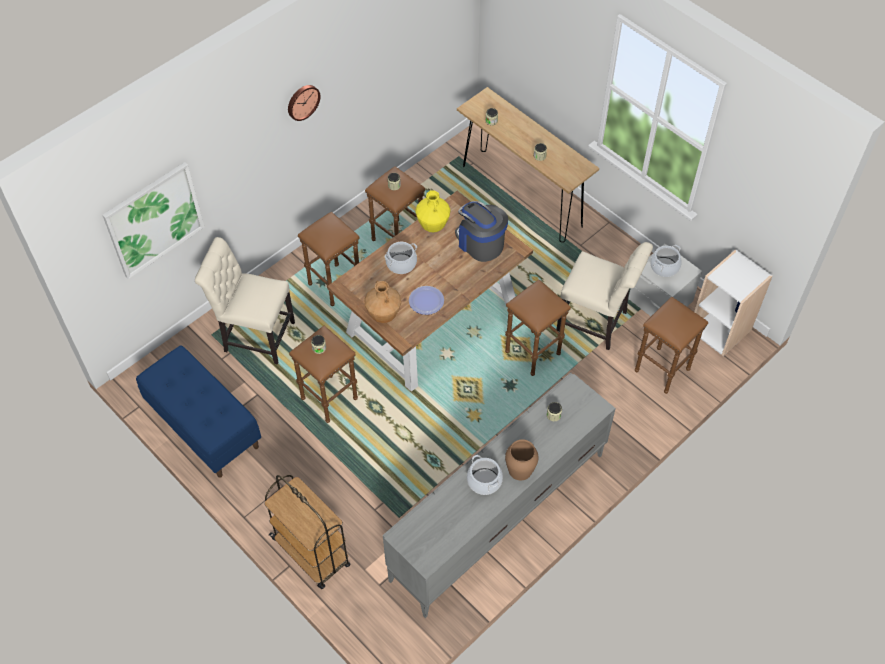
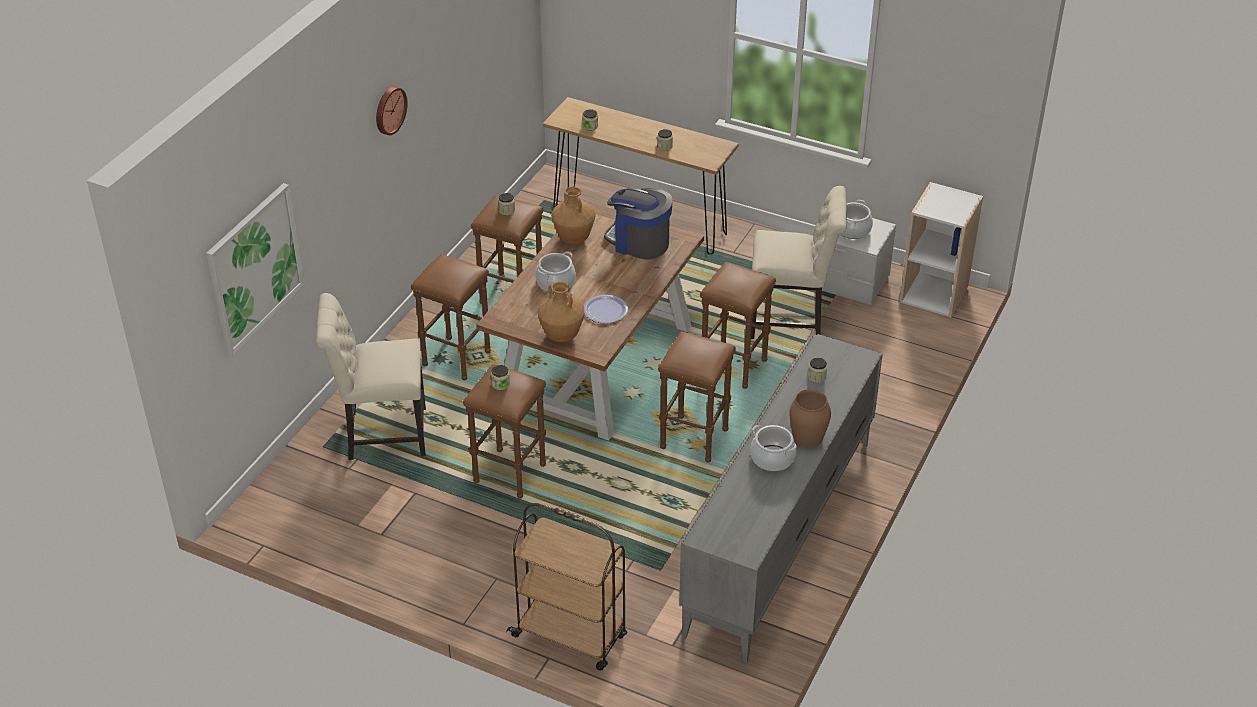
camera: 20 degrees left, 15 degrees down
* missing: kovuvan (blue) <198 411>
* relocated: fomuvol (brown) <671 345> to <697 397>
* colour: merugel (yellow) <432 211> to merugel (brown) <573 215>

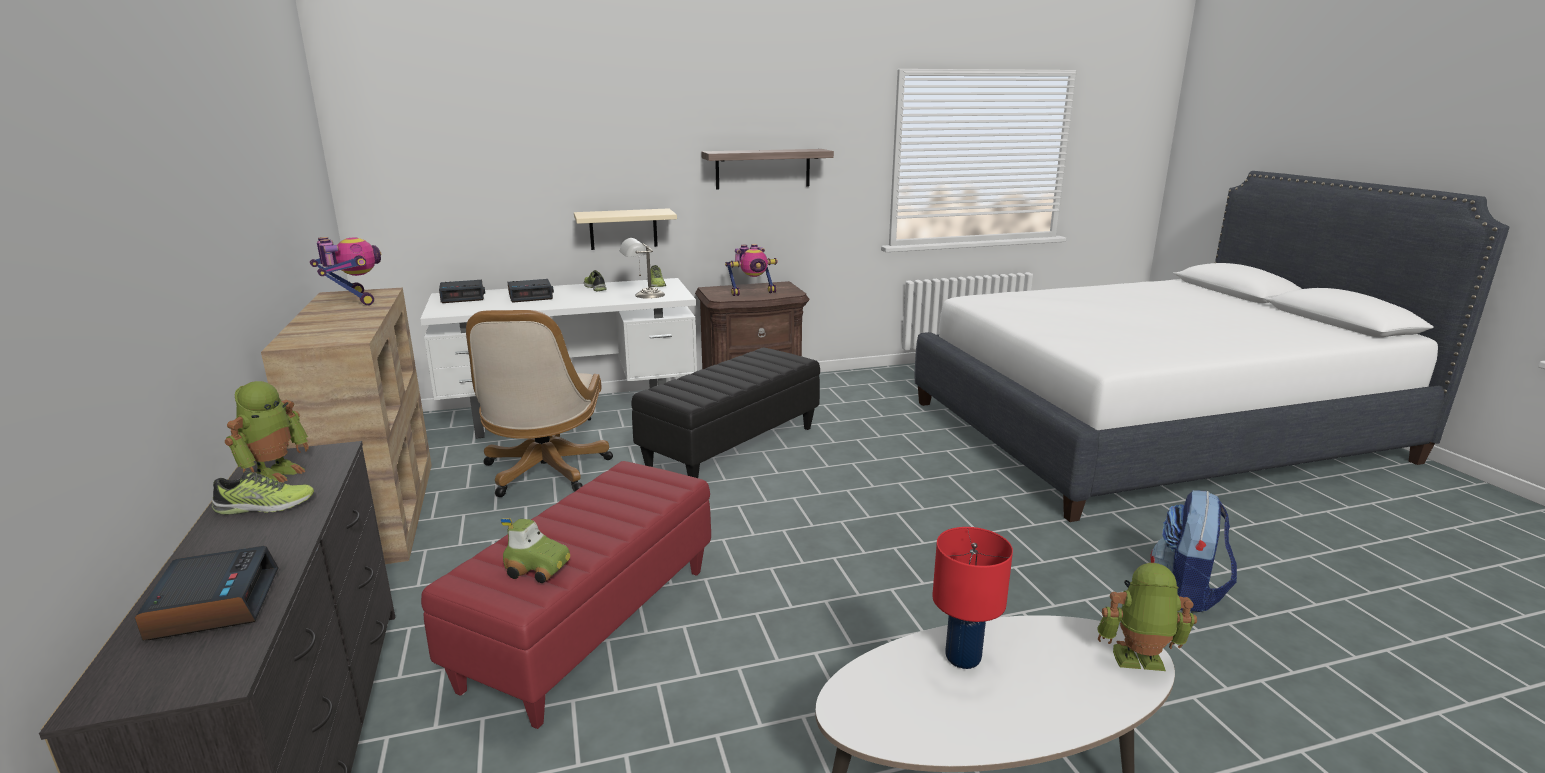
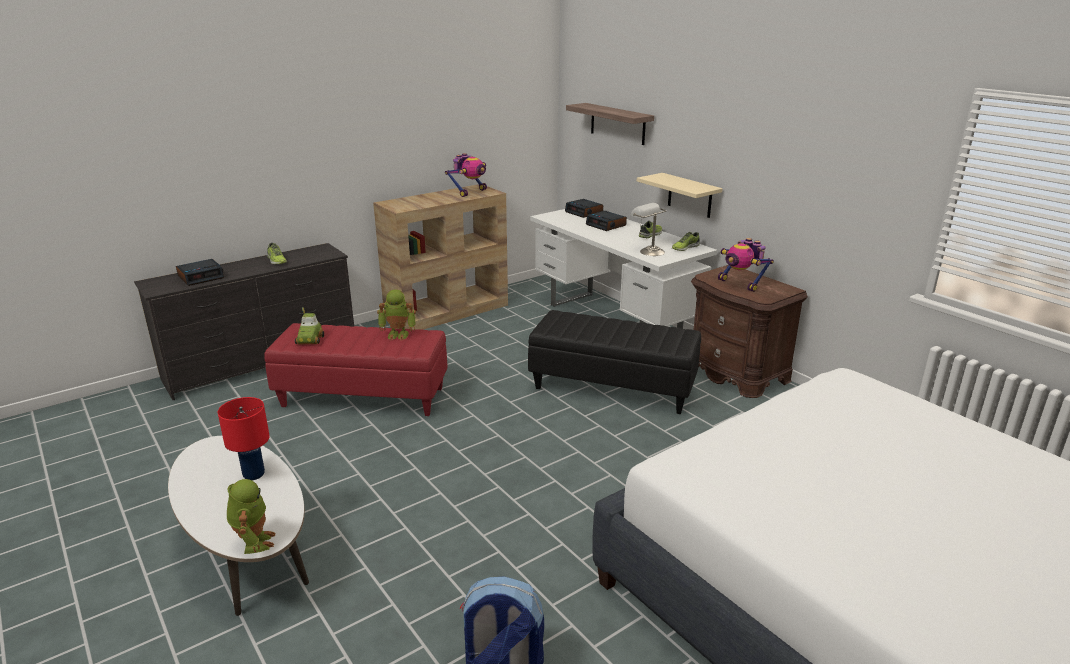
camera: 70 degrees right, 5 degrees up
* missing: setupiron <539 403>
* relocated: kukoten <267 432> to <396 314>
* relocated: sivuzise <767 169> to <610 124>

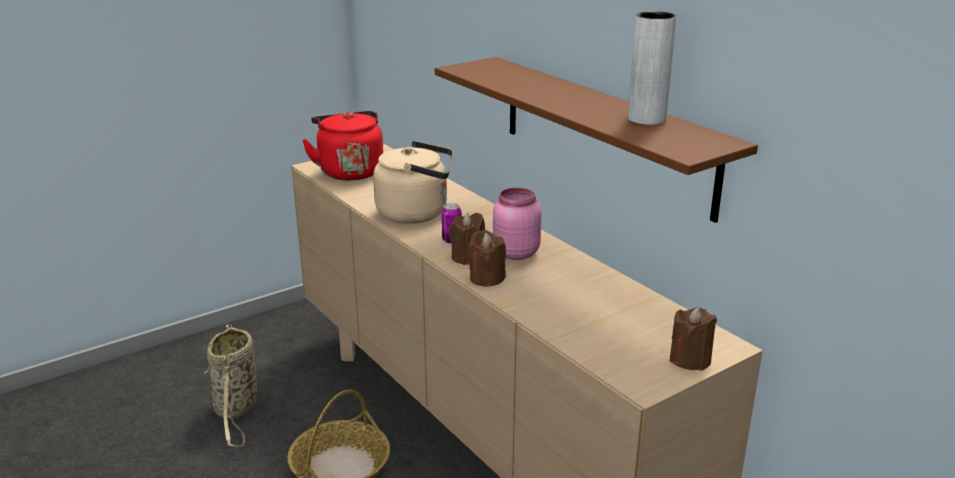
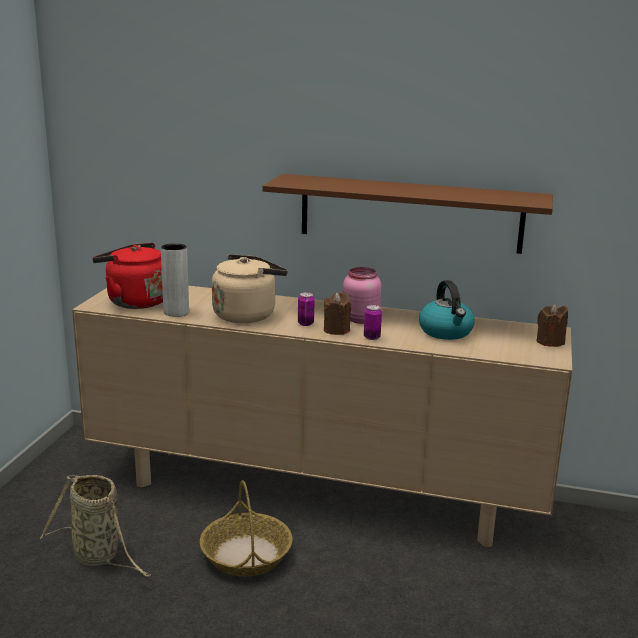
camera: 40 degrees left, 5 degrees down
* appeared: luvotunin <447 310>
* relocated: merugel (grey) <652 68> to <175 280>
* exchanged: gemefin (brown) <487 258> to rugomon <373 322>

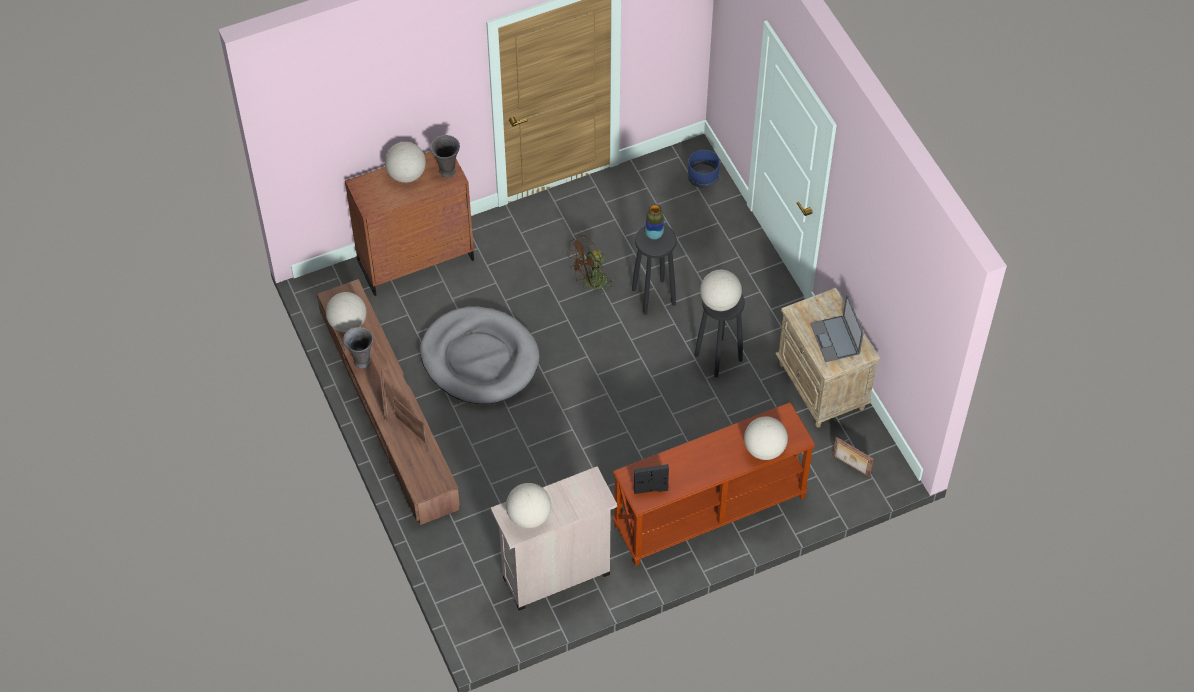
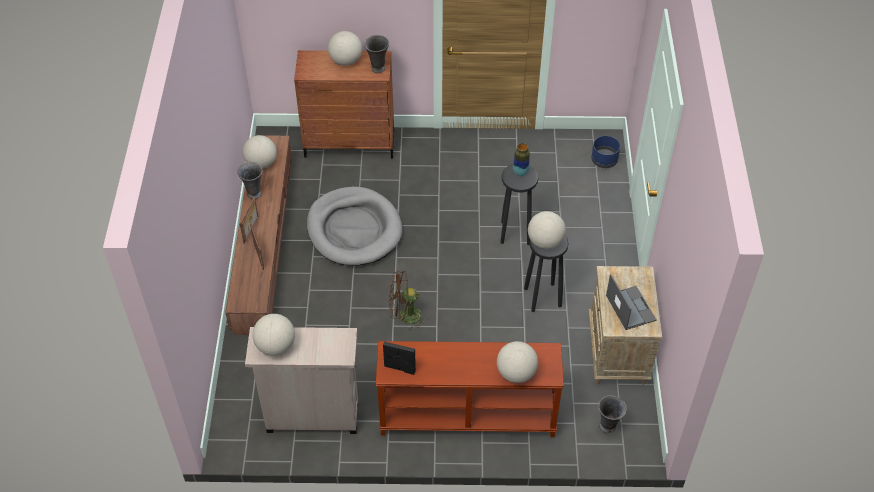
camera: 25 degrees right, 5 degrees down
* relocated: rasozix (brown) <591 265> to <408 300>
* exchanged: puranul <853 457> to merugel (grey) <612 414>
* spun: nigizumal <837 328> = <631 302> 150 degrees clockwise

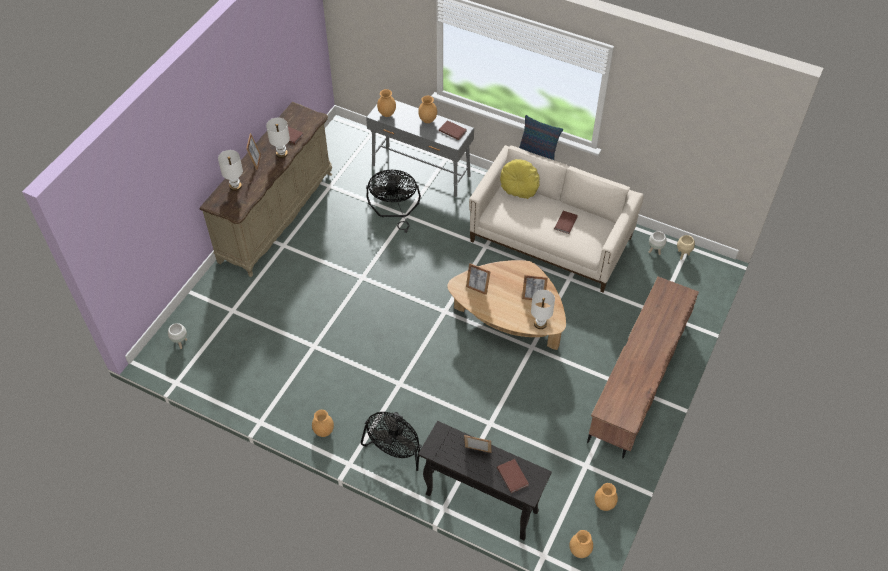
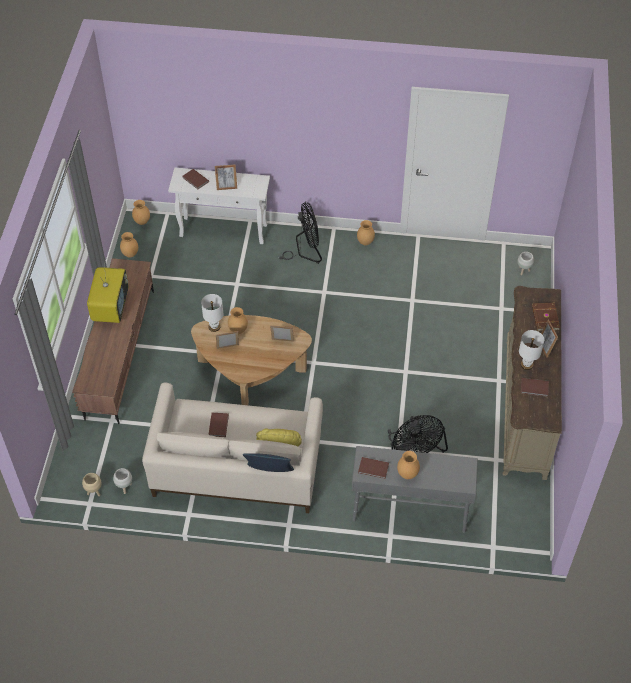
camera: 160 degrees right, 0 degrees up
* appeared: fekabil <107 293>
* relocated: merugel (brown) <386 103> to <238 320>
* exchanged: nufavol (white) <230 170> to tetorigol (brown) <546 317>
* colour: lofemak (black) <485 480> to lofemak (white) <219 206>
* spun: rasozix (black) <391 441> = <300 233> 75 degrees clockwise

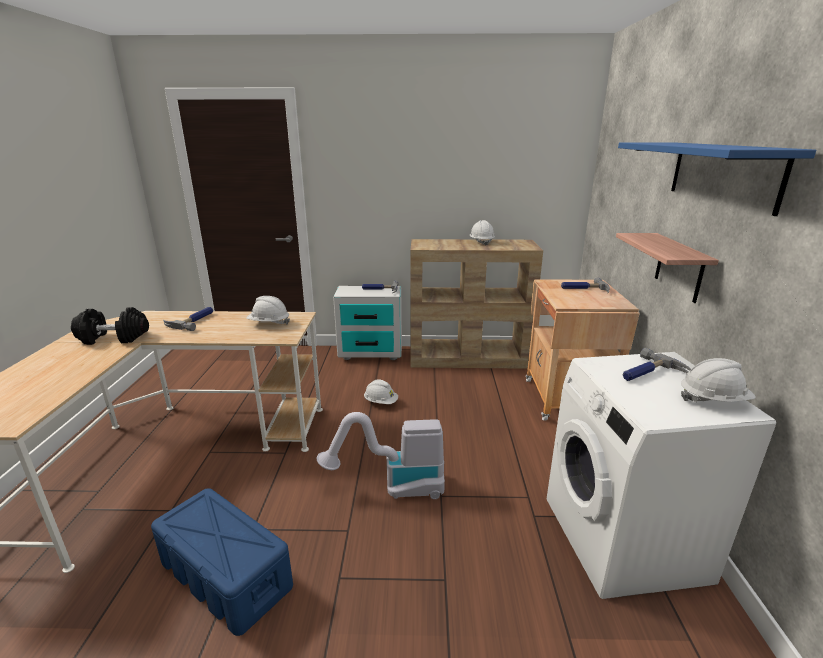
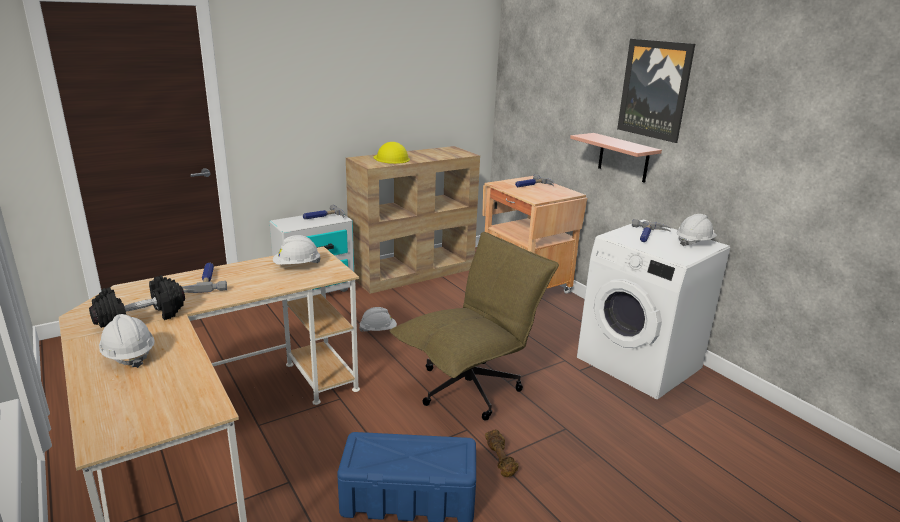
camera: 35 degrees left, 0 degrees up
* appeared: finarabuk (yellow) <392 153>
* appeared: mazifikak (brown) <502 453>
* relocated: finarabuk (white) <482 233> to <127 341>
* exchanged: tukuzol <381 455> to setupiron (beige) <474 326>
* exchanged: sivuzise (blue) <717 179> to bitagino <656 91>

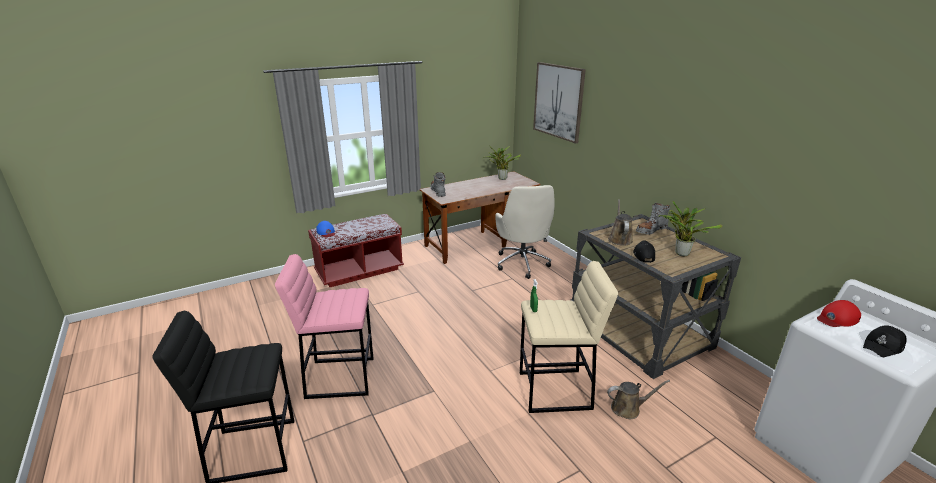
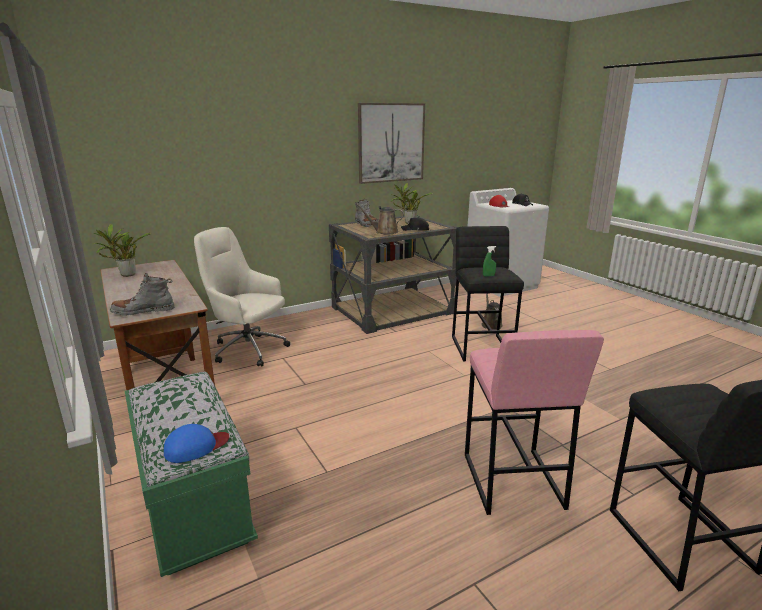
camera: 90 degrees left, 5 degrees down
* relocated: bitagino <559 103> to <391 143>
* colour: kovuvan (red) <356 250> to kovuvan (green) <191 474>
* colour: fomuvol (beige) <569 337> to fomuvol (black) <488 294>
* spun: setupiron (beige) <524 232> = <242 296> 150 degrees counterclockwise

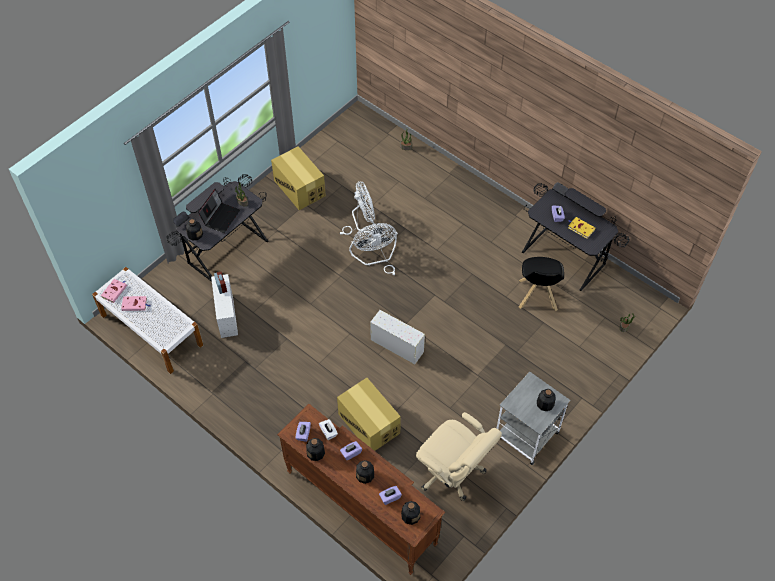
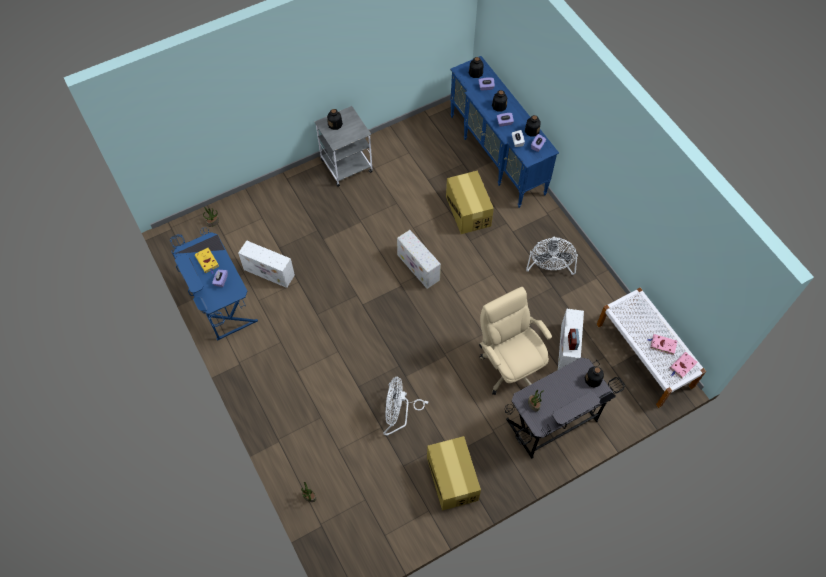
camera: 160 degrees left, 5 degrees up
* missing: nigizumal <219 211>
* relocated: rasozix (white) <373 249> to <552 256>
* relocated: setupiron (beige) <459 456> to <515 341>
* exchanged: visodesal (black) <541 284> to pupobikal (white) <266 264>
* colour: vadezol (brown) <361 489> to vadezol (blue) <504 132>
* colour: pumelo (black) <576 236> to pumelo (blue) <214 284>

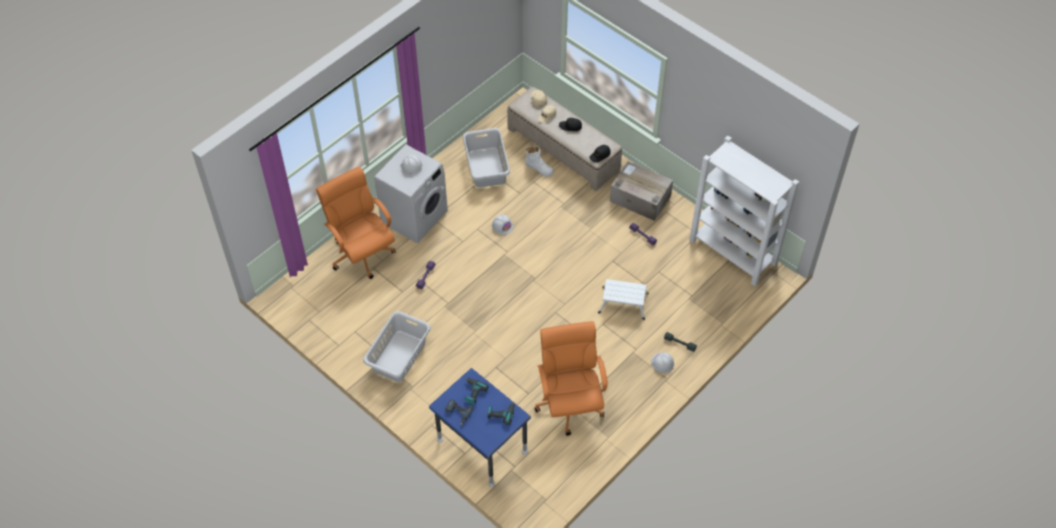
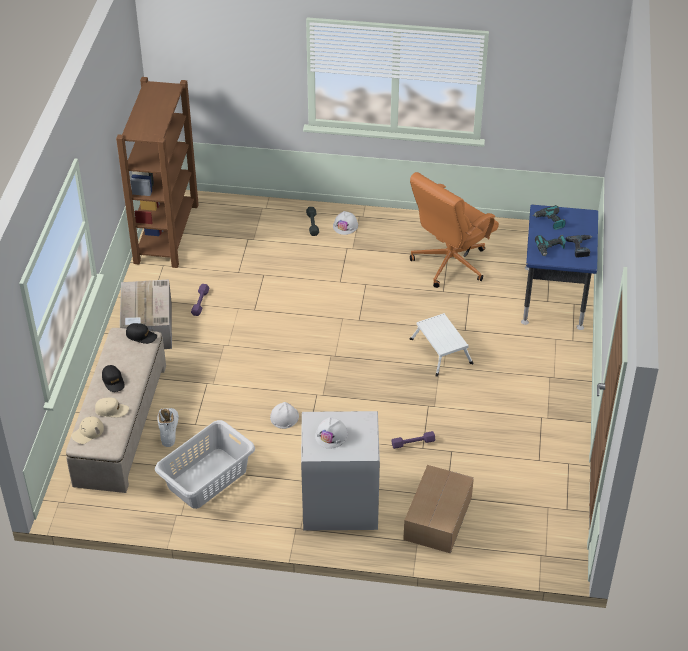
camera: 125 degrees left, 10 degrees down
* missing: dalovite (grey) <397 346>
* relocated: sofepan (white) <623 299> to <441 345>
* exchanged: setupiron (orange) <356 223> to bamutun <438 509>
* colour: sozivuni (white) <744 211> to sozivuni (brown) <157 172>

